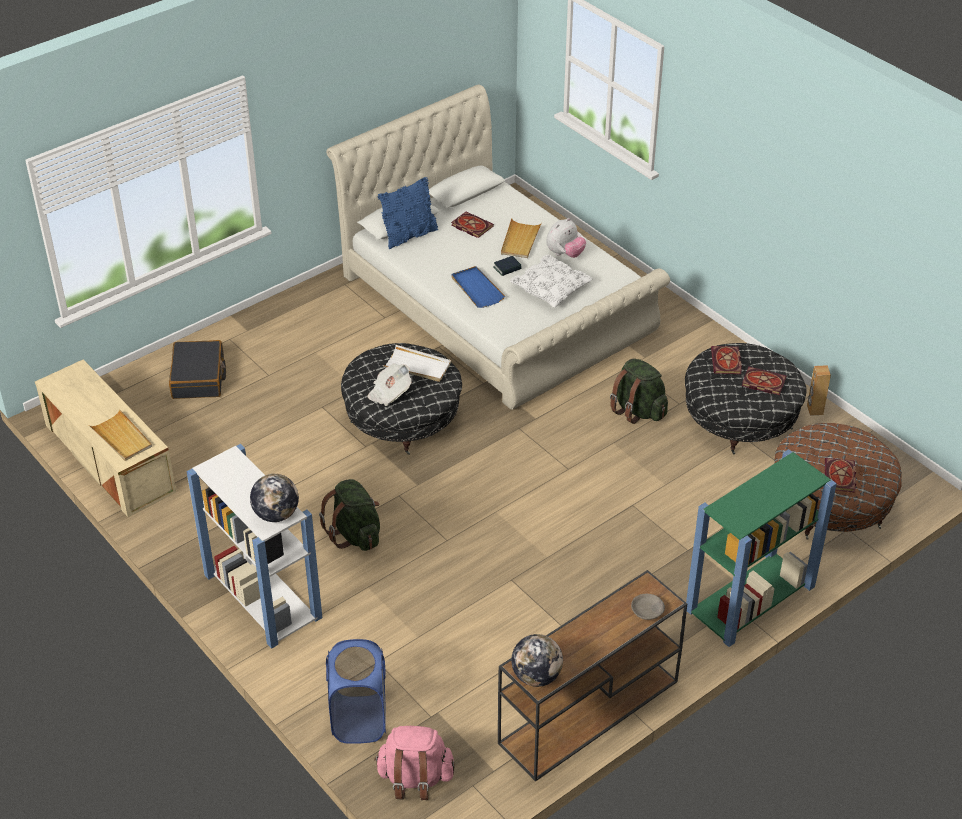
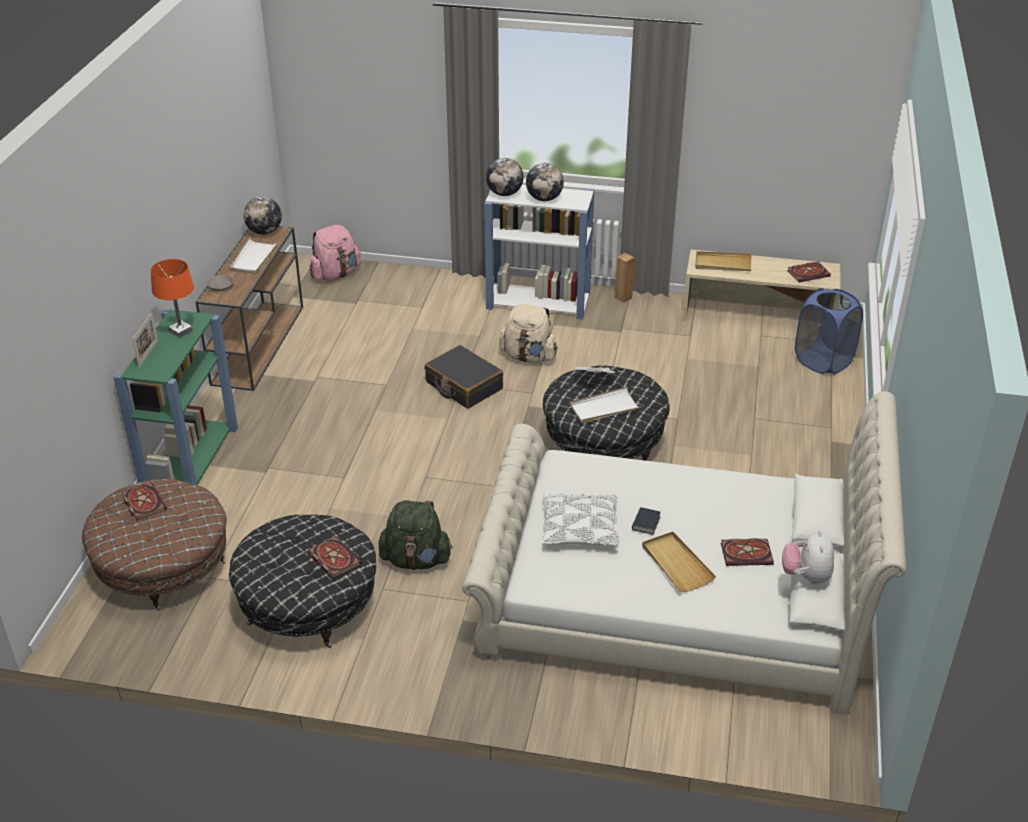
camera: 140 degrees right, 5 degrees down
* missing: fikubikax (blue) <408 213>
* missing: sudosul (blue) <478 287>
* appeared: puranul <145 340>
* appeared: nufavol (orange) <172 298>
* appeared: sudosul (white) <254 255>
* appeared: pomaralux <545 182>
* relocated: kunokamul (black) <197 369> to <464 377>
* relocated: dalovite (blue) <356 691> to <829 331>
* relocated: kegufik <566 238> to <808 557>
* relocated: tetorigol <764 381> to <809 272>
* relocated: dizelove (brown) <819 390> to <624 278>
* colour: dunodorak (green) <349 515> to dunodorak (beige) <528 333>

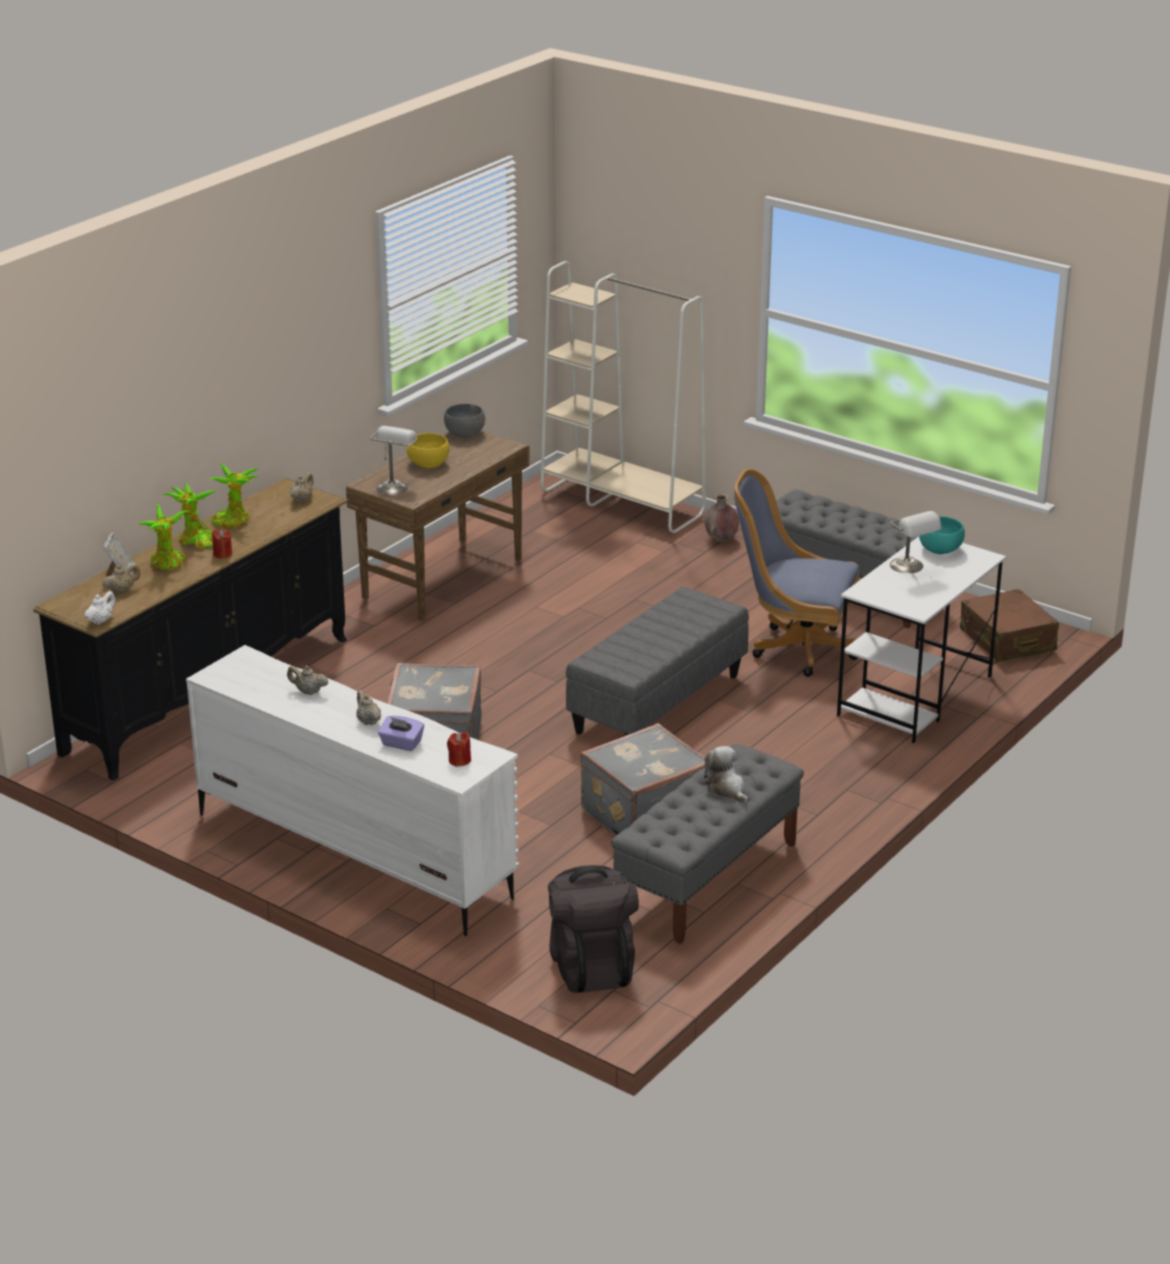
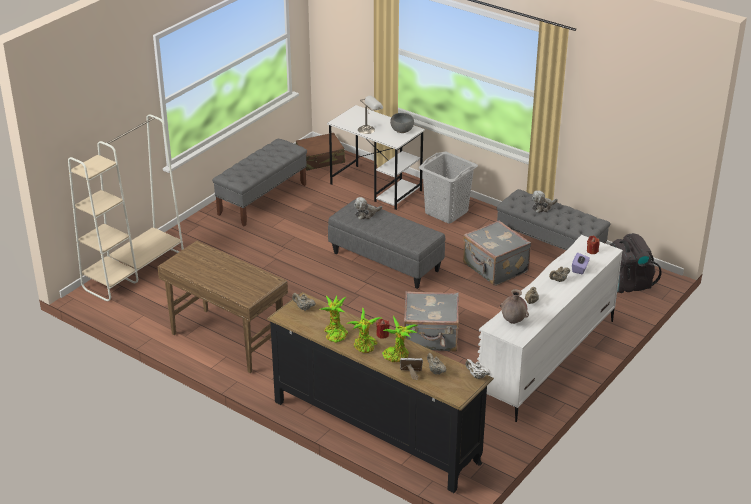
camera: 90 degrees left, 5 degrees up
* missing: nufavol (white) <394 460>
* missing: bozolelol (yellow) <428 450>
* missing: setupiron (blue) <796 573>
* missing: bozolelol (turquoise) <942 535>
* appeared: kegufik <368 208>
* appeared: dalovite (grey) <448 187>
* relocated: bozolelol (grey) <464 421> to <402 123>
* relocated: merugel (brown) <722 518> to <514 306>

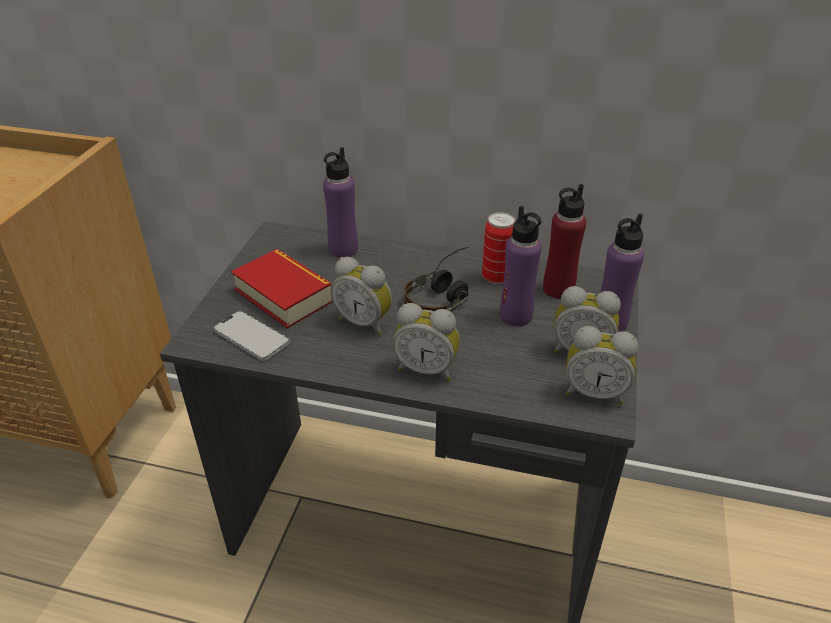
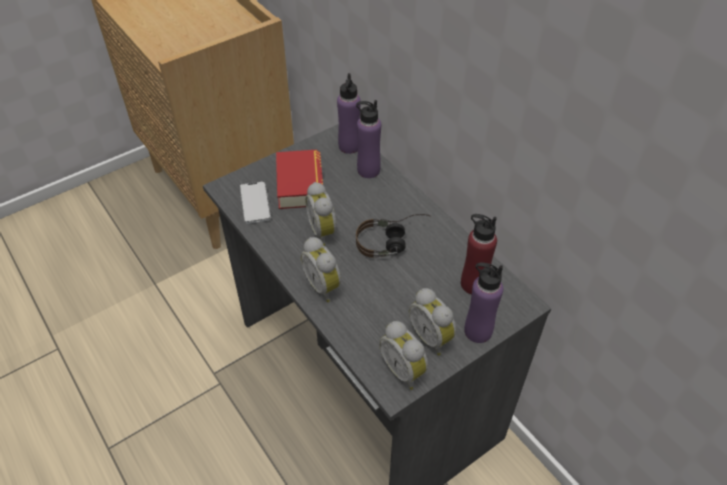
camera: 40 degrees right, 10 degrees up
* missing: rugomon <498 248>
* relocated: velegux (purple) <521 266> to <349 113>

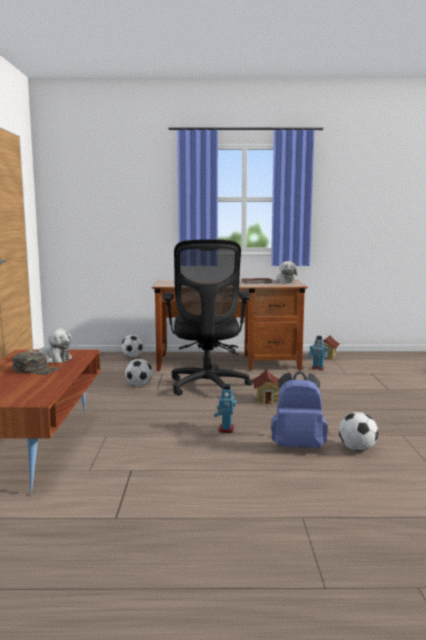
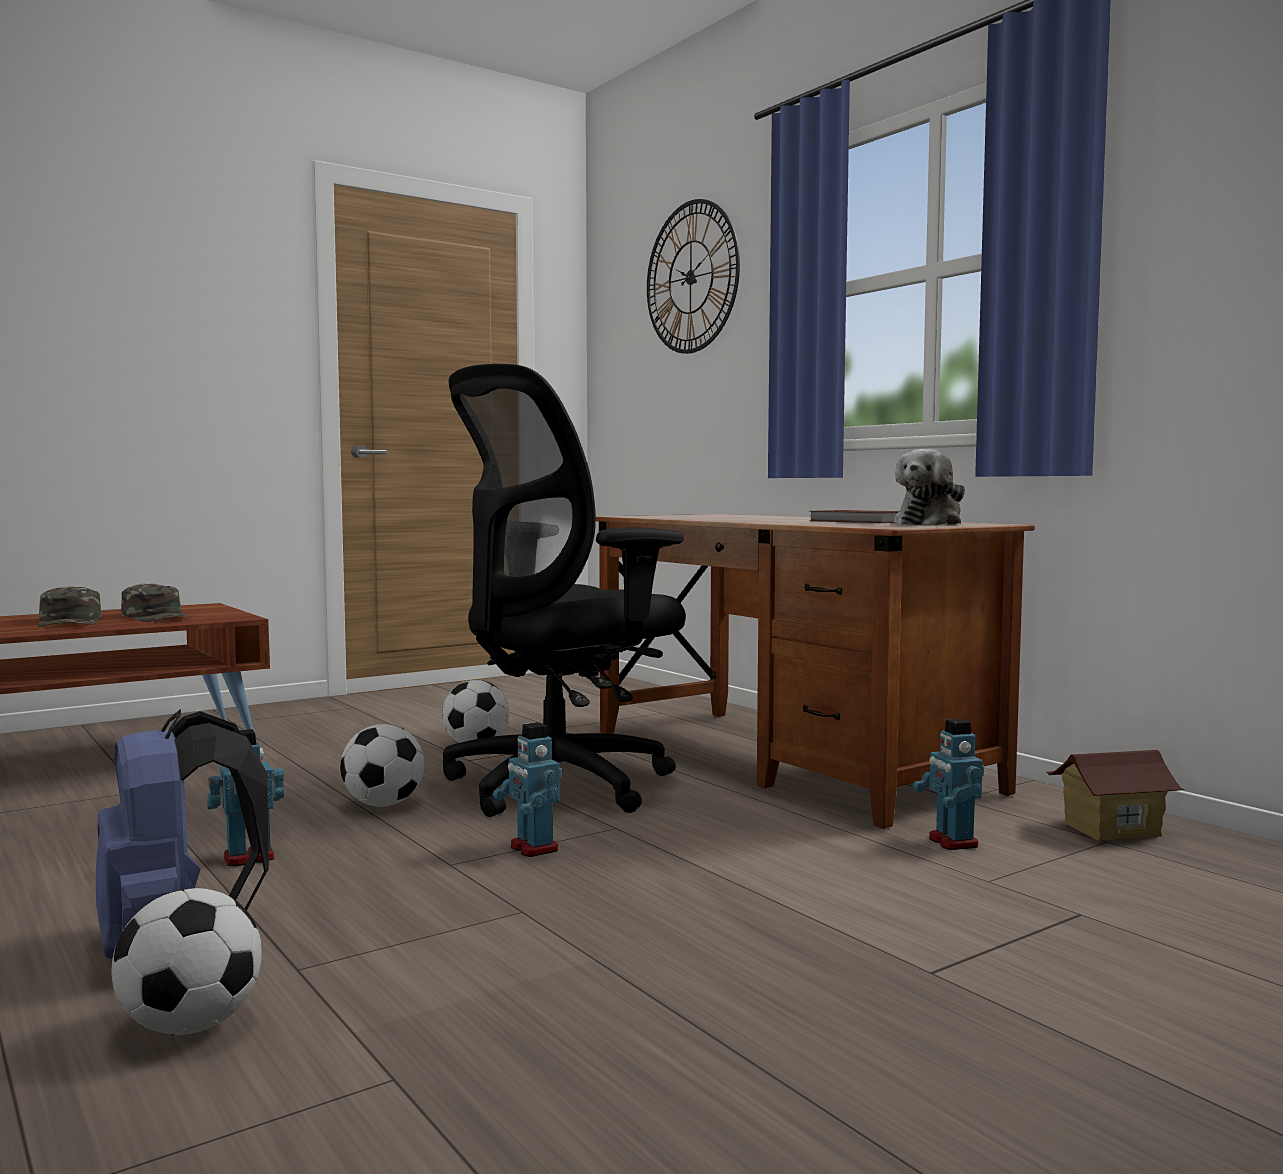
camera: 55 degrees right, 5 degrees down
* appeared: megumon <693 276>
* relocated: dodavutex <132 346> to <382 765>
* exchanged: kegufik <50 345> to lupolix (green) <157 603>
* exchanged: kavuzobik <266 387> to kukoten <527 789>

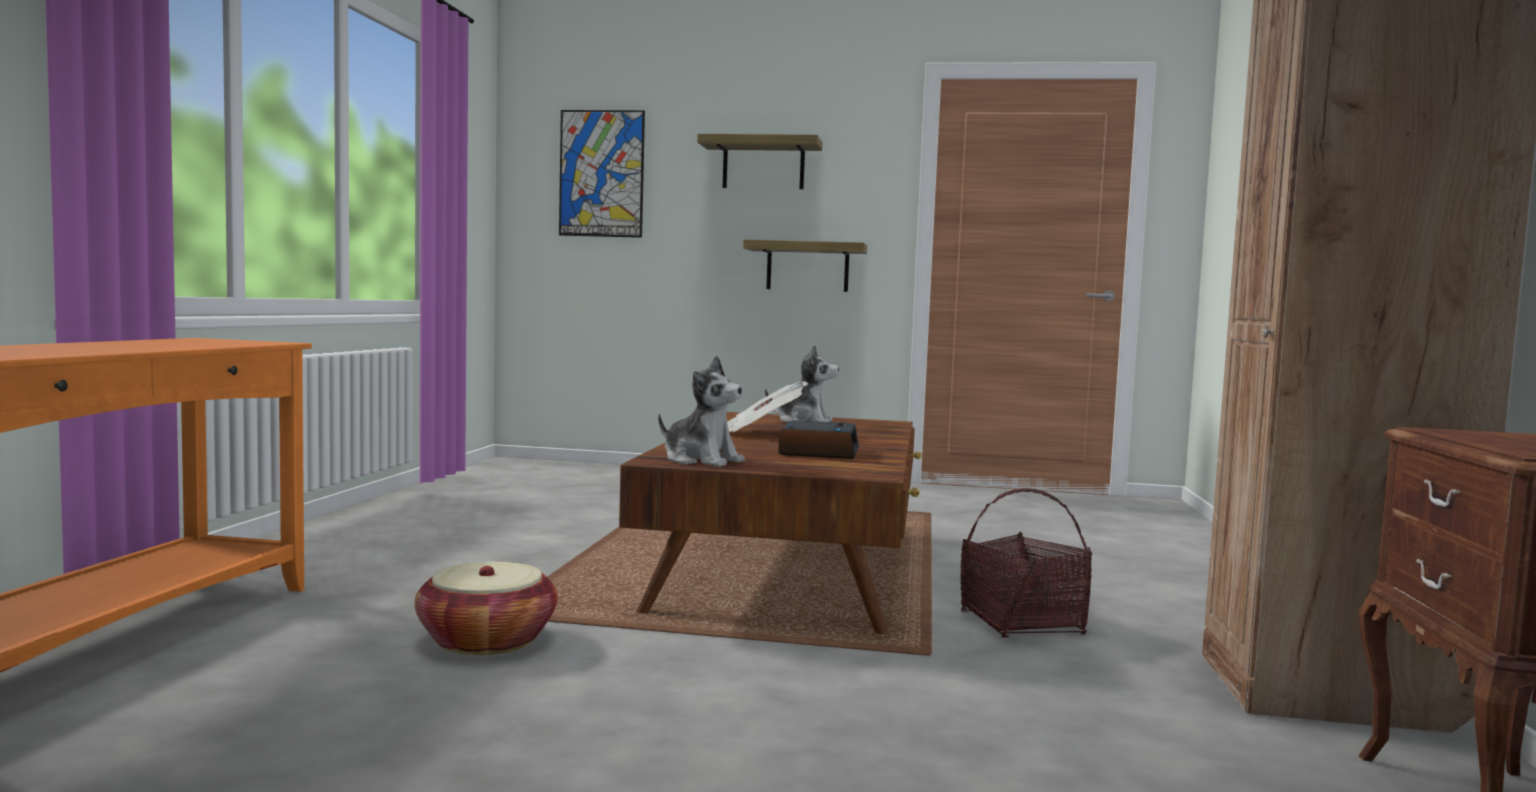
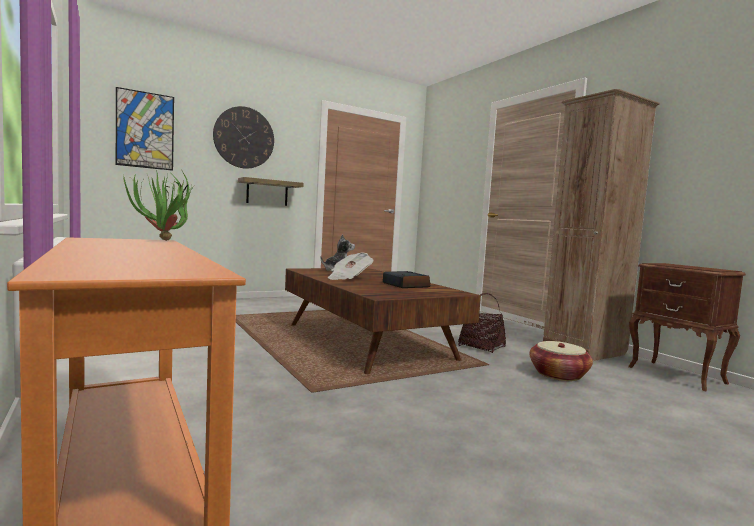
camera: 40 degrees left, 0 degrees up
* missing: kegufik <701 411>
* appeared: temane <158 204>
* relocated: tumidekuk <486 608> to <561 361>
* exchanged: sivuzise <760 161> to megumon <243 137>

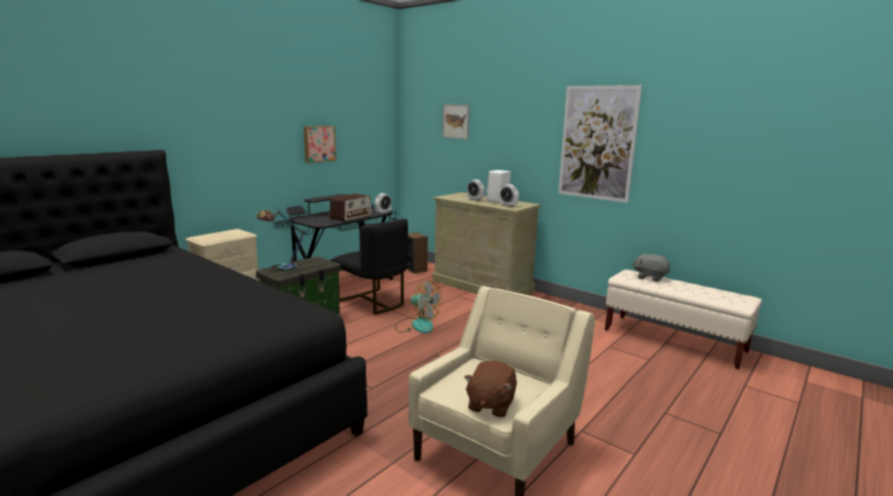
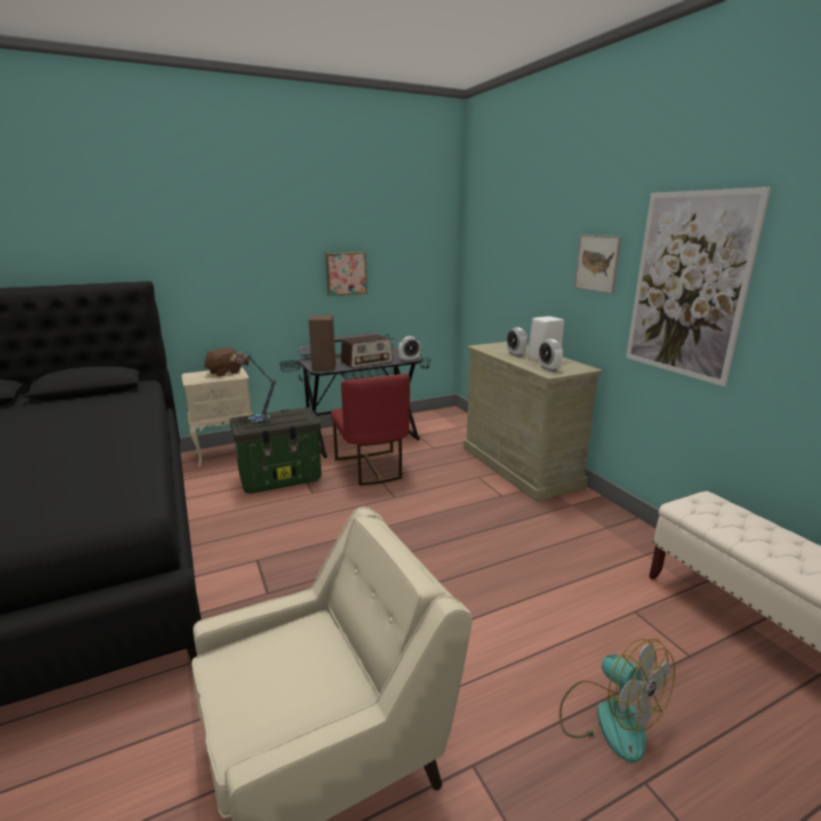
camera: 25 degrees right, 5 degrees up
* missing: kegufik (grey) <651 268>
* relocated: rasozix <418 306> to <617 700>
* relocated: dizelove <417 252> to <322 343>
* relocated: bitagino <456 121> to <598 264>
* relocated: kegufik (brown) <490 389> to <222 362>
* colour: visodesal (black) <370 266> to visodesal (red) <370 429>

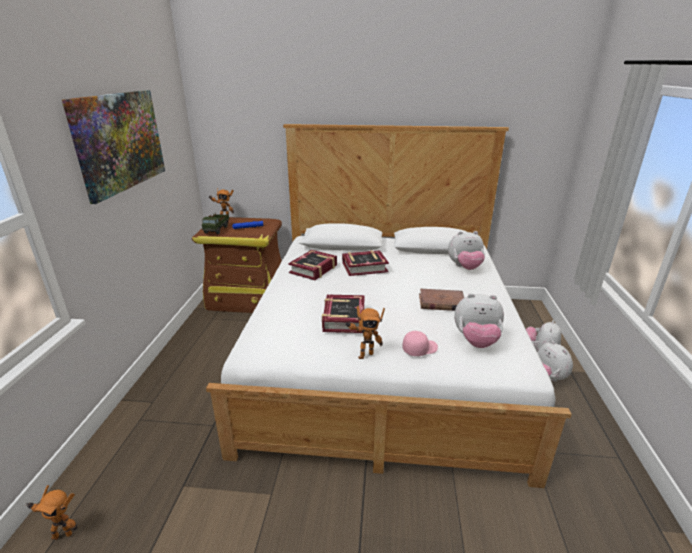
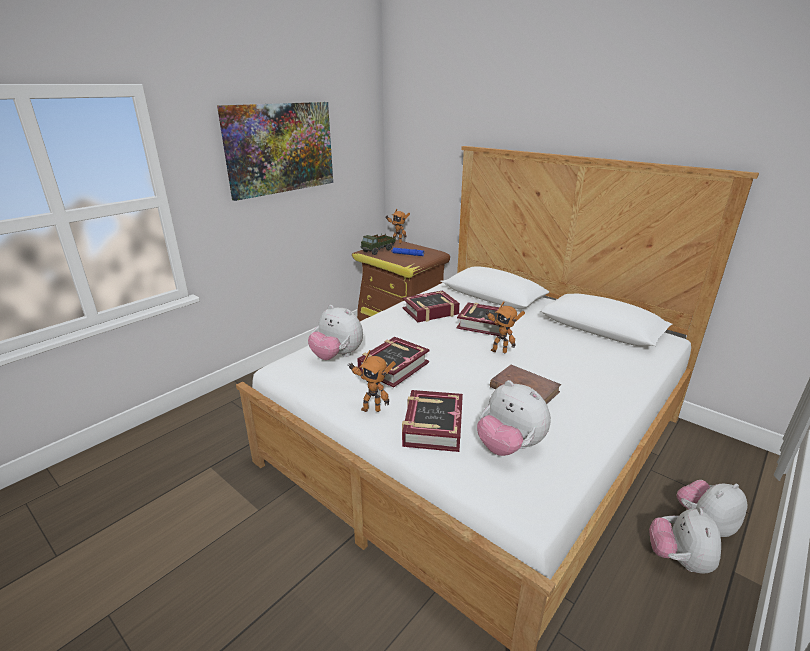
camera: 35 degrees right, 0 degrees up
* relocated: kukoten <51 512> to <504 327>
* relocated: kegufik <466 250> to <335 332>
* exchanged: lupolix (pink) <420 343> to tetorigol <432 421>

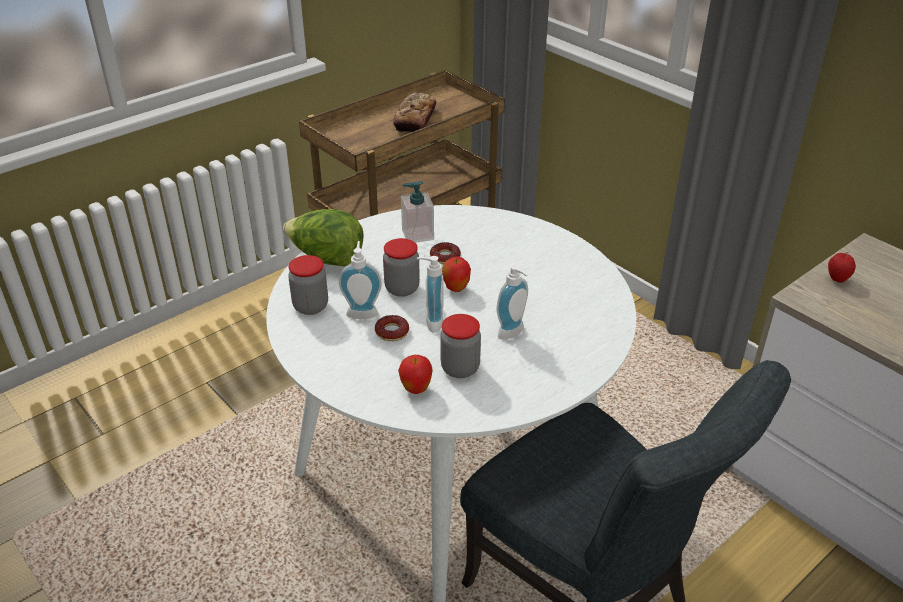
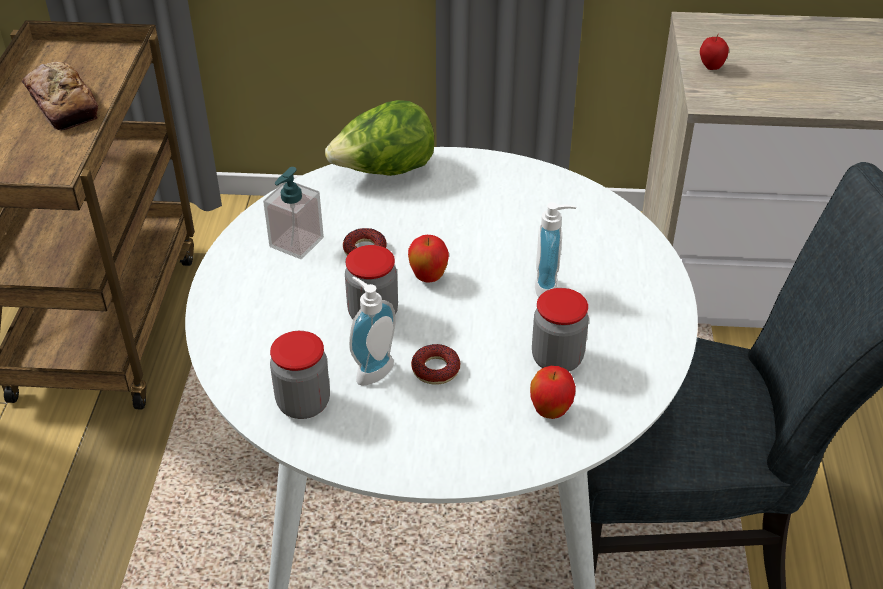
camera: 45 degrees left, 5 degrees up
* missing: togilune <430 294>
* relocated: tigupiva <323 237> to <379 138>

